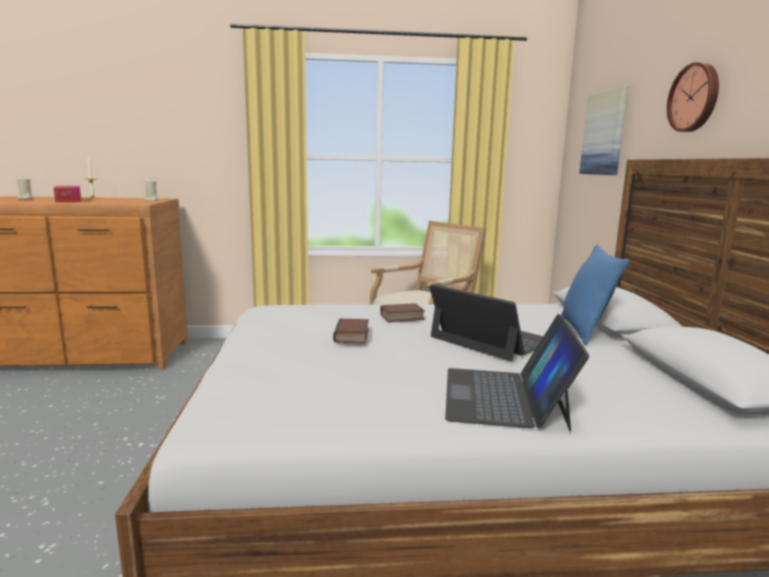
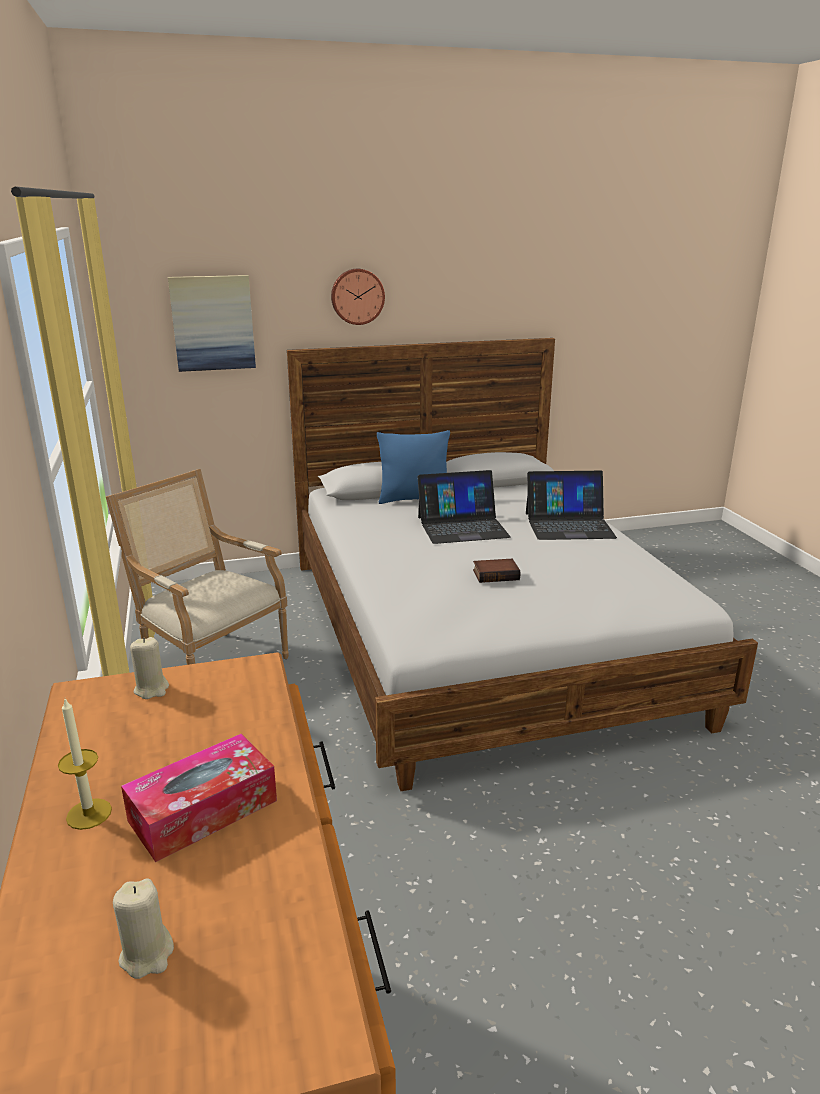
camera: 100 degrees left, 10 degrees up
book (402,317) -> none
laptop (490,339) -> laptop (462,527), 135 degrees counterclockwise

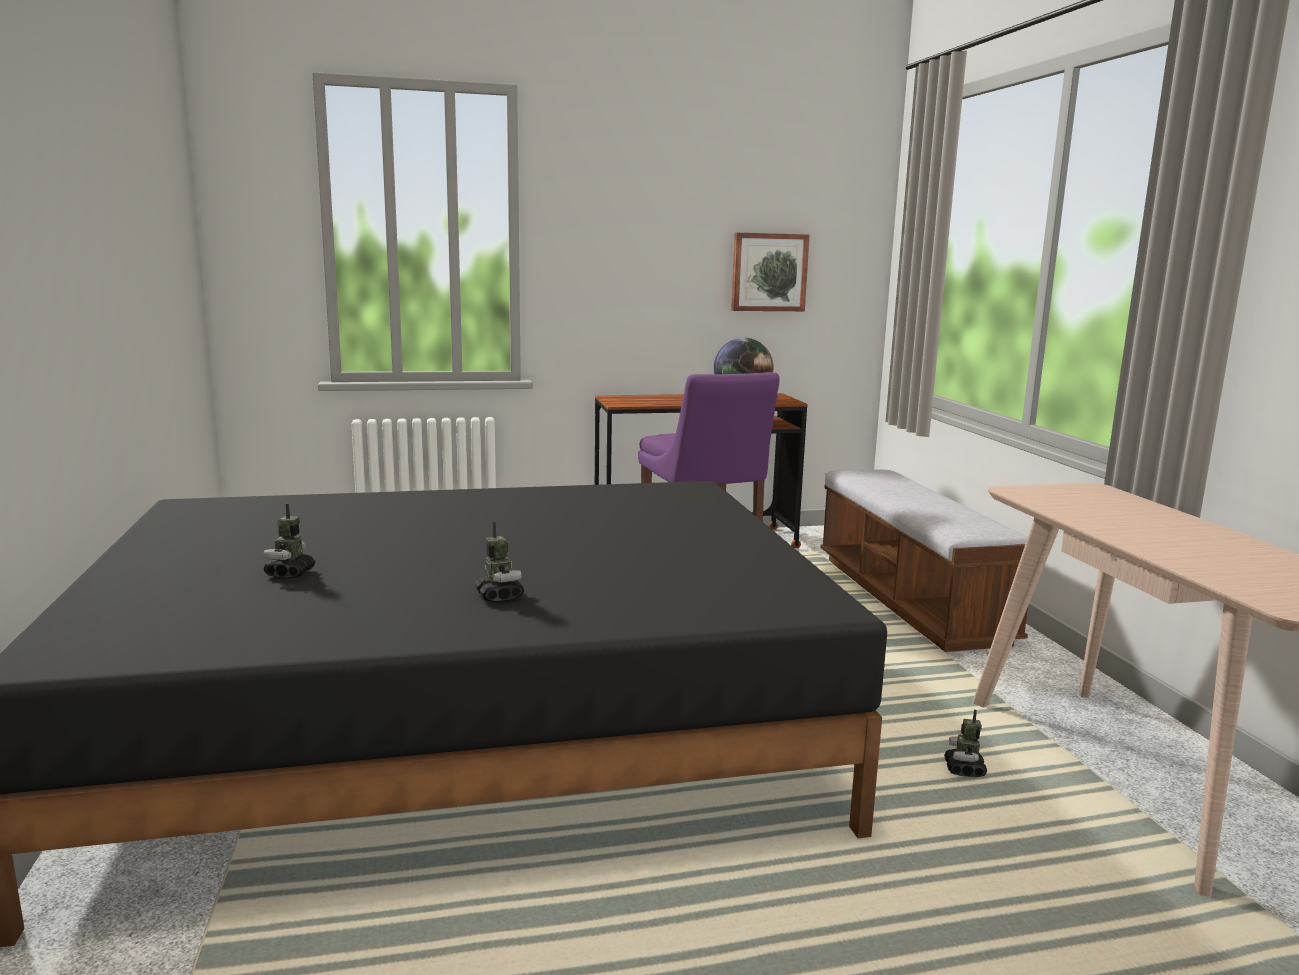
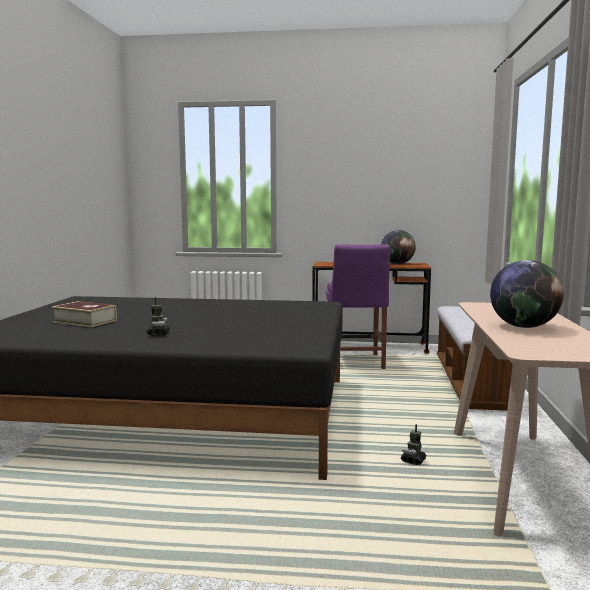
camera: 20 degrees right, 5 degrees down
toy robot (290,573) -> book (85,321)
picture (769,272) -> none
none -> globe (523,327)

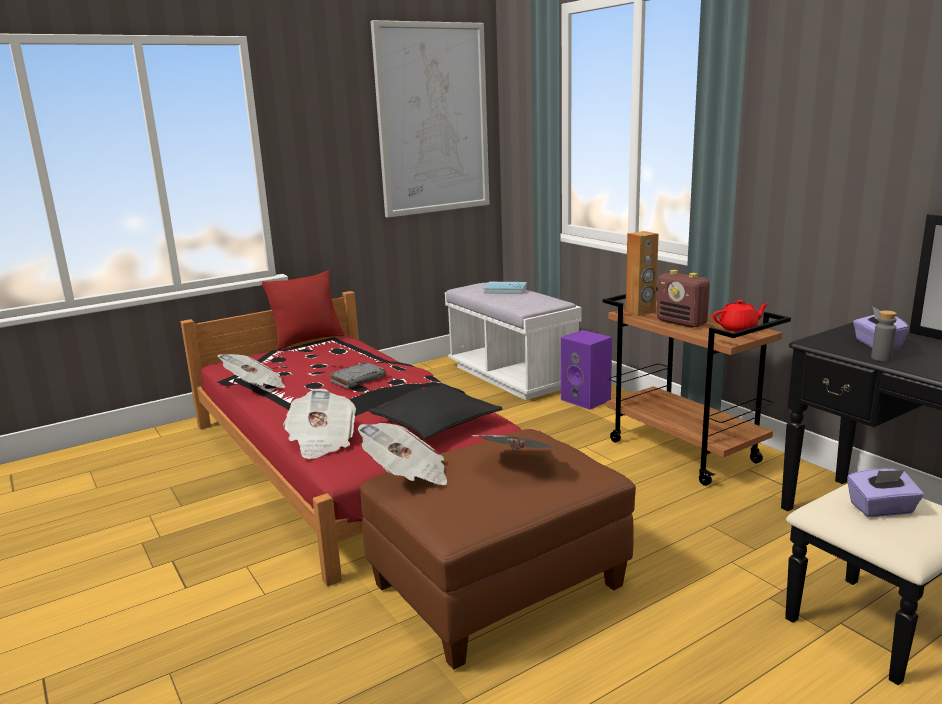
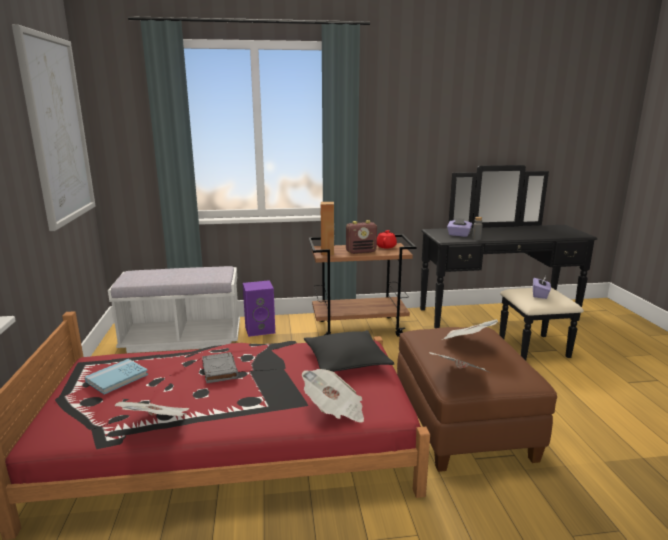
camera: 65 degrees left, 0 degrees up
red pillow (308,340) -> none
blue book (505,290) -> blue book (117,378), move

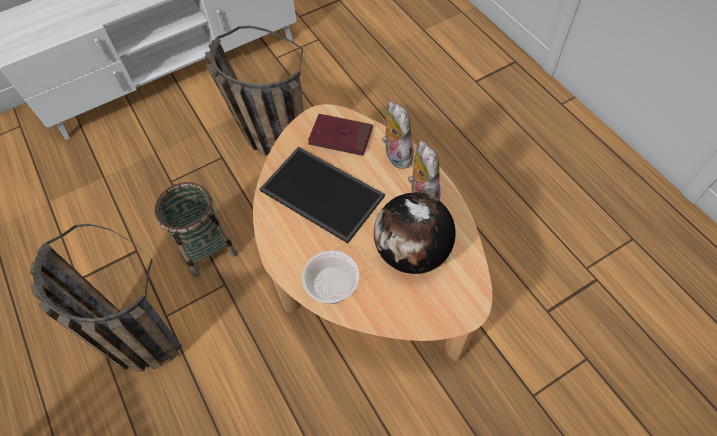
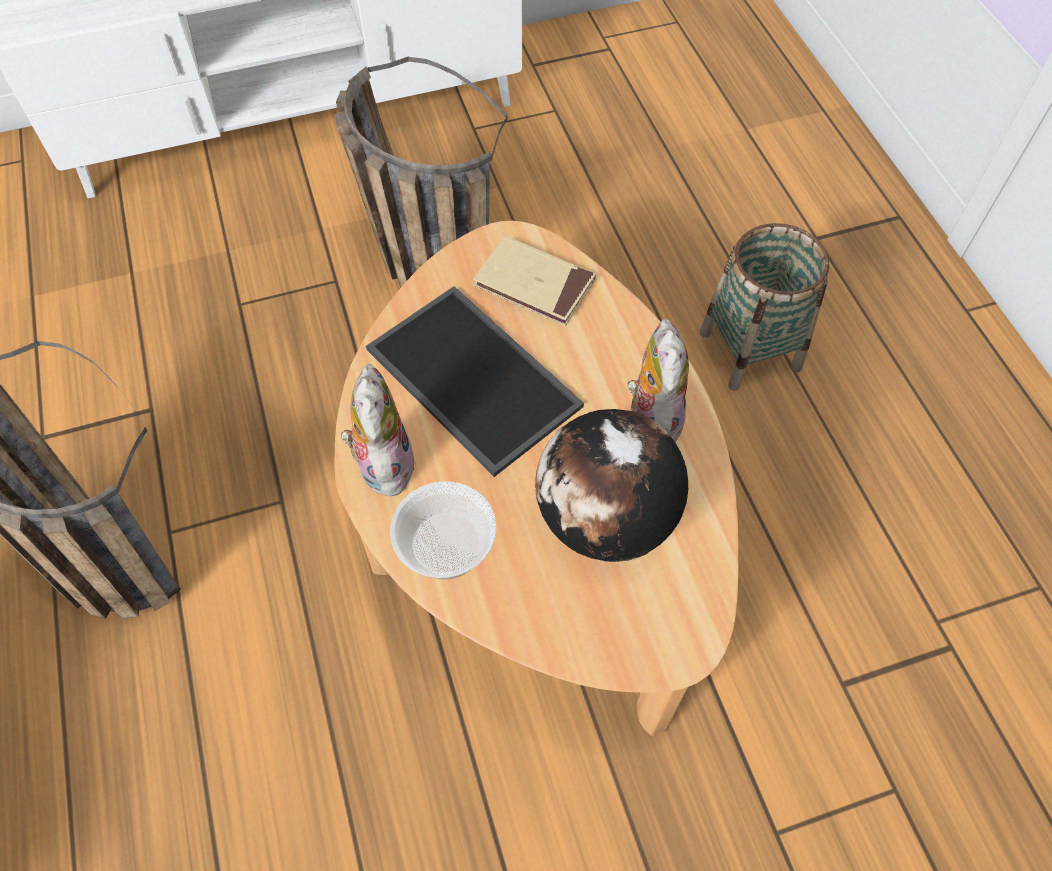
camera: 10 degrees right, 0 degrees up
basket (207,248) -> basket (750,350), move
red book (340,136) -> beige book (534,284)
plush toy (396,155) -> plush toy (383,463), move

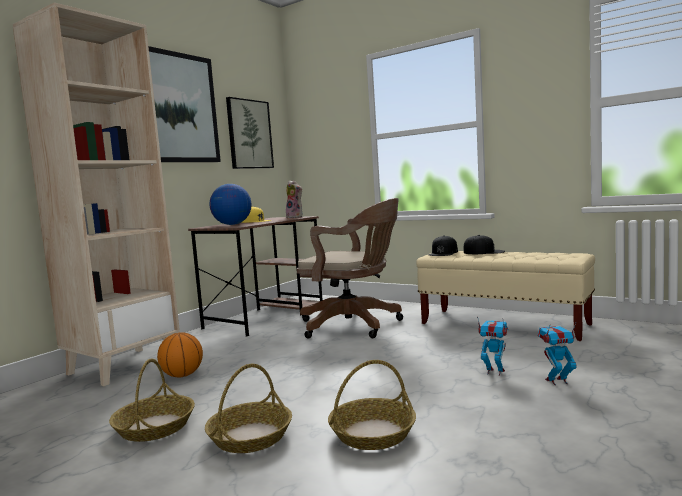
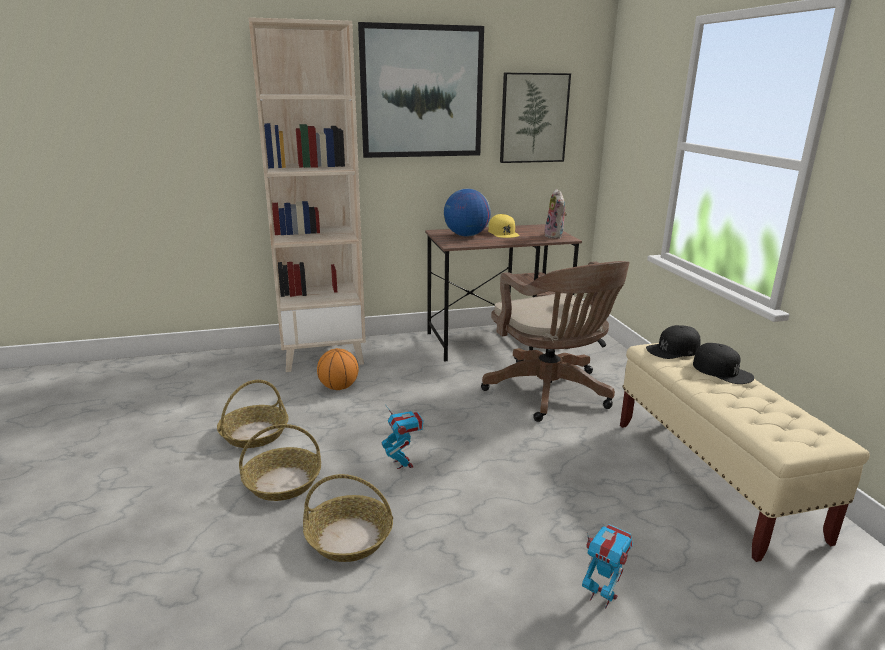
camera: 40 degrees right, 15 degrees up
toy robot (494,372) -> toy robot (403,463), move

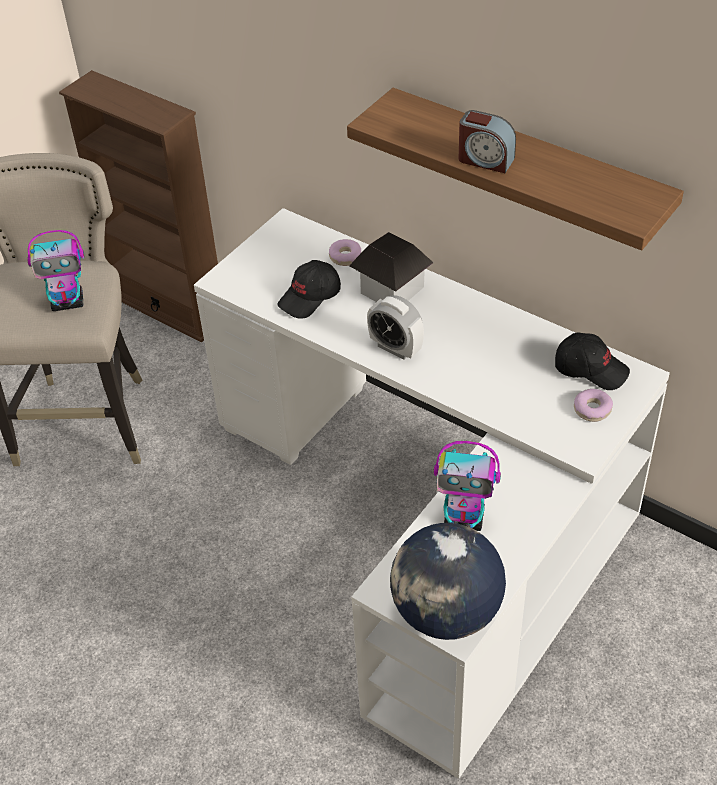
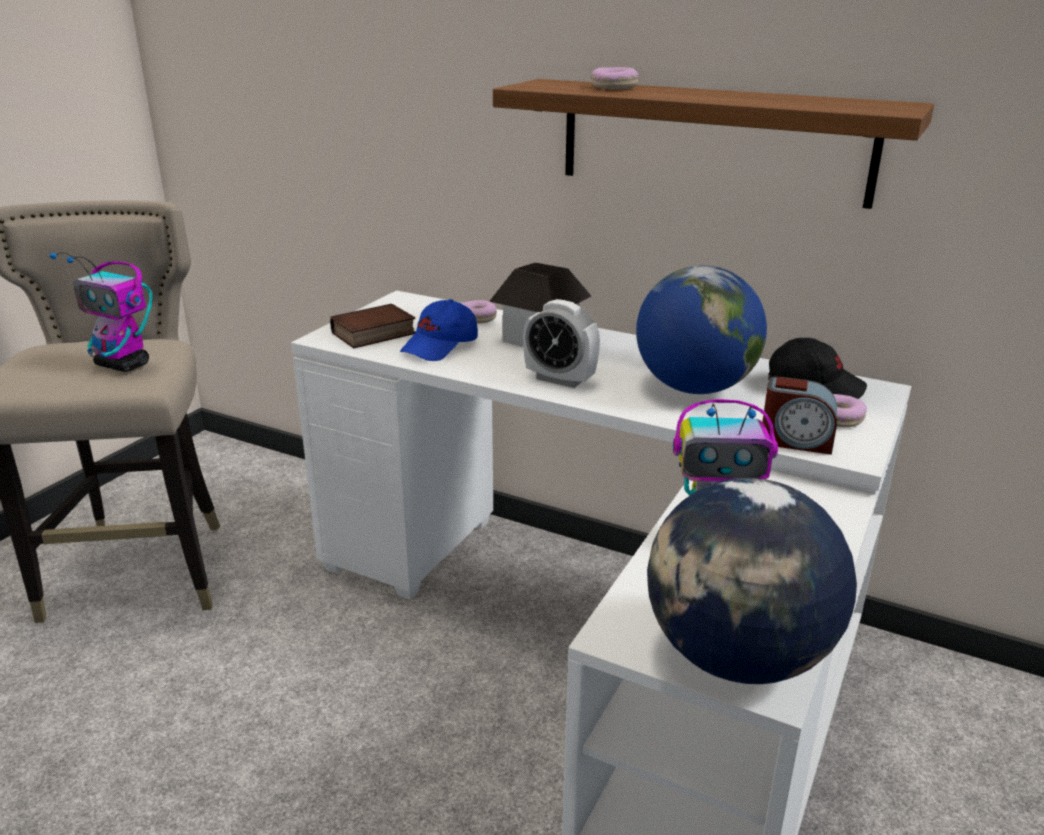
camera: 10 degrees left, 20 degrees down
toy robot (68,302) -> toy robot (123,365), 45 degrees clockwise
brown bookcase (169,307) -> none
black cap (310,297) -> blue cap (441,346)
alarm clock (485,160) -> alarm clock (795,441), move
none -> book (373,334)
none -> donut (613,87)
none -> globe (695,388)

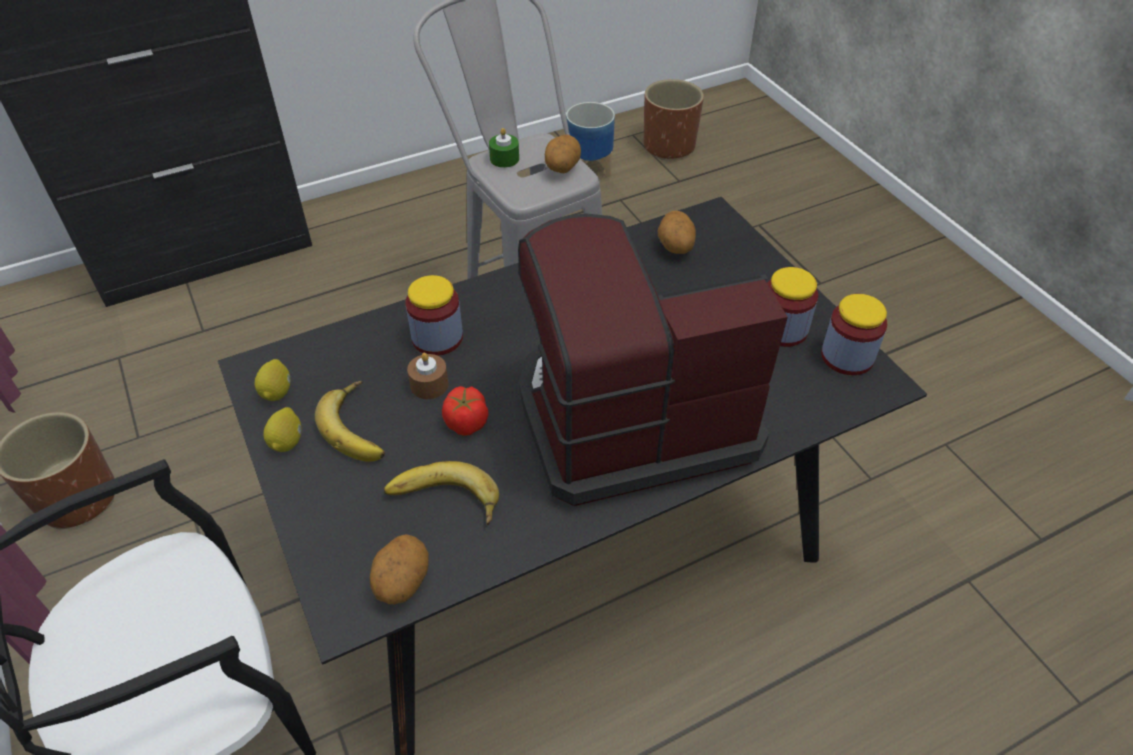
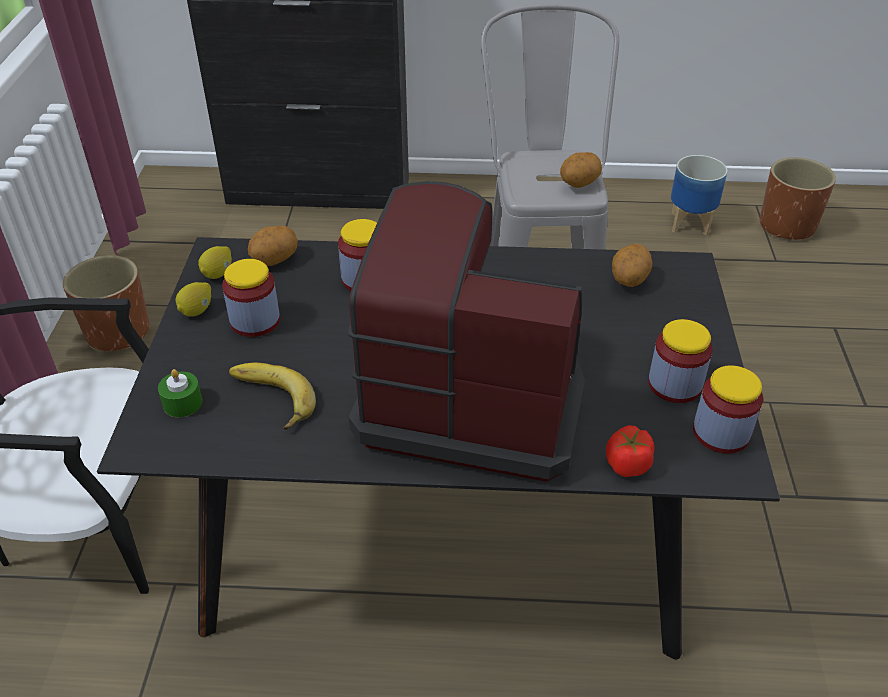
camera: 30 degrees right, 5 degrees down
banana (360,426) -> jar (255,321)
potato (402,582) -> potato (274,260), move
brown candle (429,385) -> none
tomato (466,423) -> tomato (627,464), move
green candle (504,159) -> green candle (182,403), move

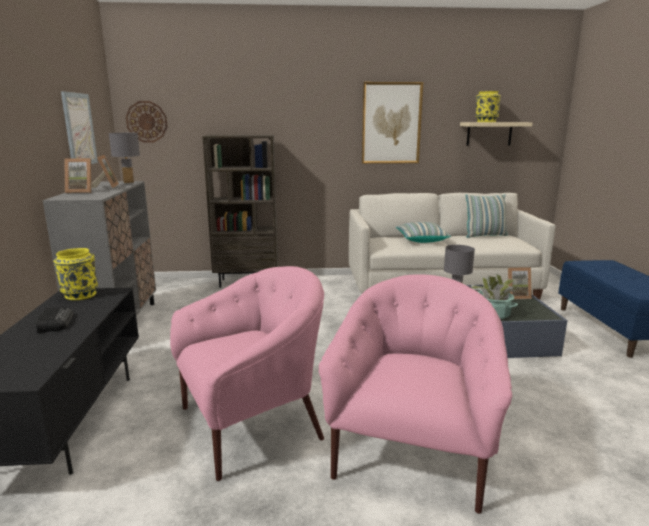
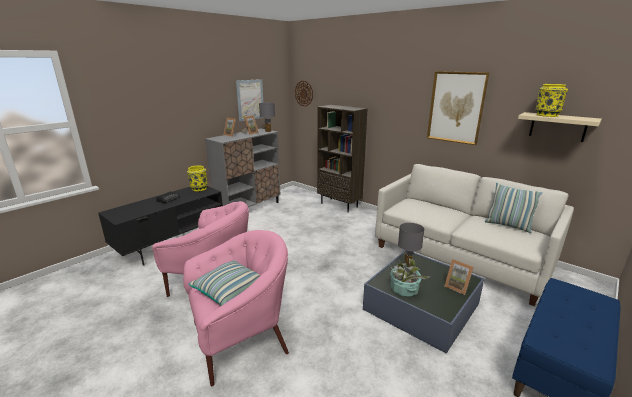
camera: 45 degrees right, 5 degrees up
pillow (421,240) -> pillow (230,290), move

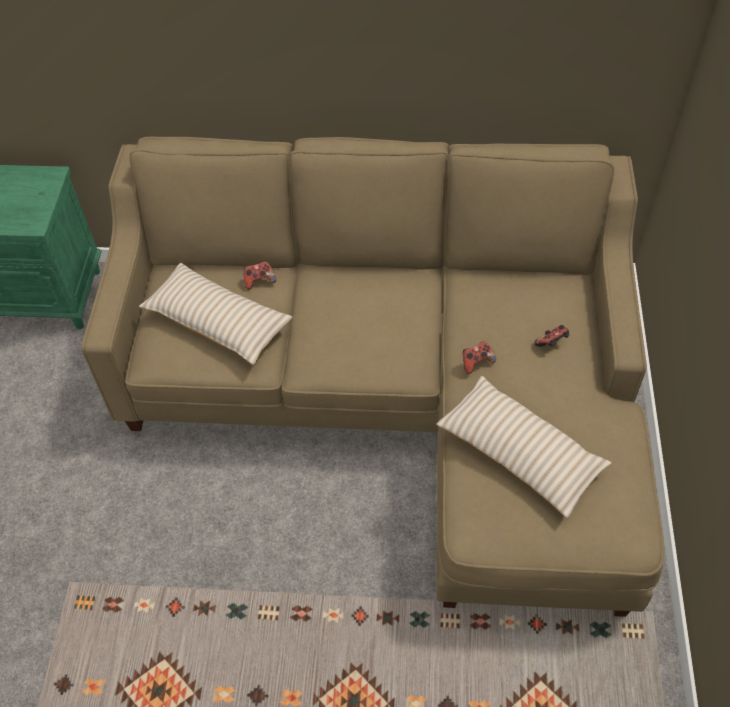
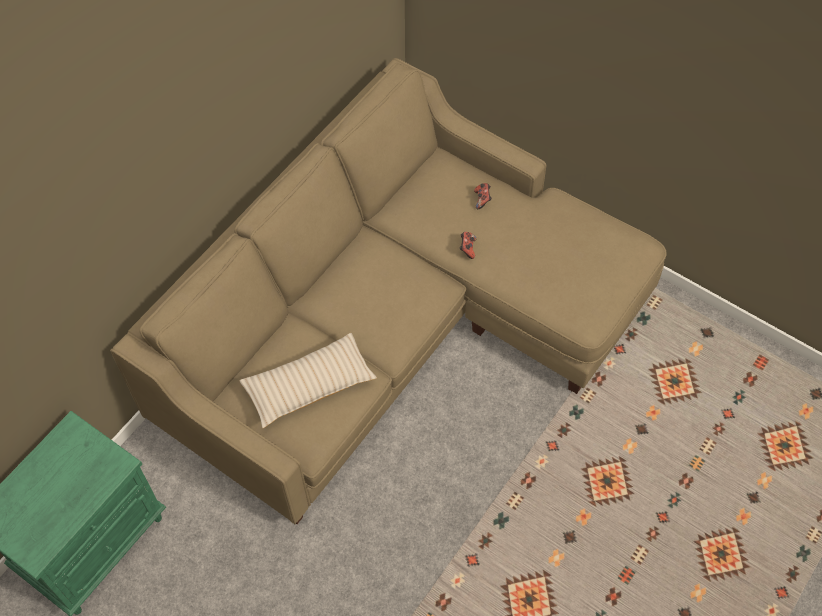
camera: 60 degrees left, 5 degrees up
game controller (259,281) -> none
beige pillow (520,453) -> none

